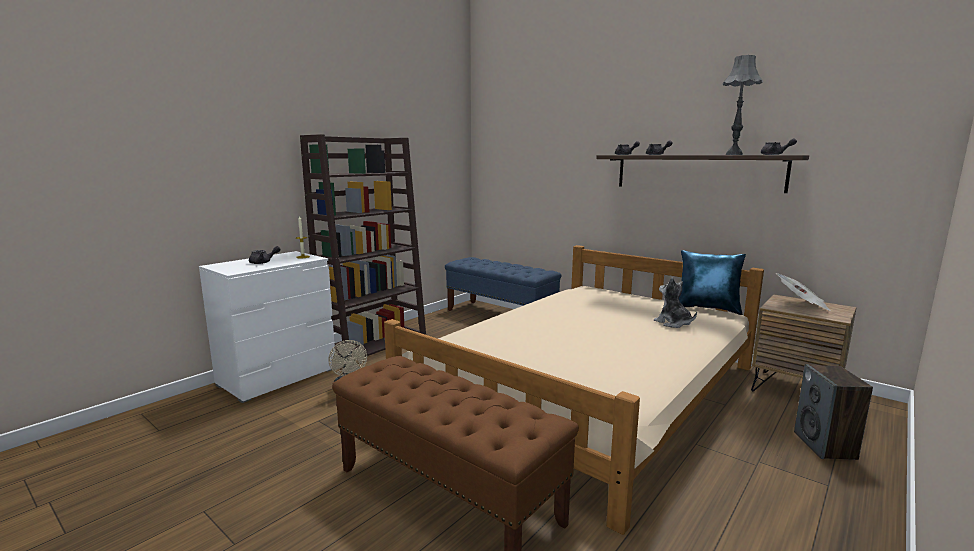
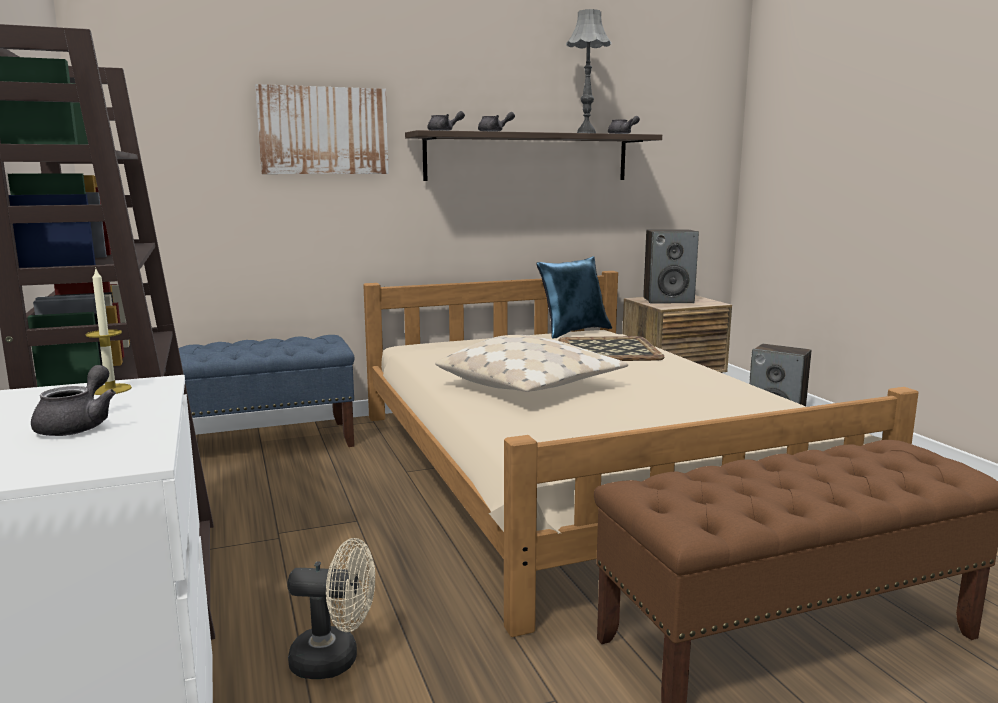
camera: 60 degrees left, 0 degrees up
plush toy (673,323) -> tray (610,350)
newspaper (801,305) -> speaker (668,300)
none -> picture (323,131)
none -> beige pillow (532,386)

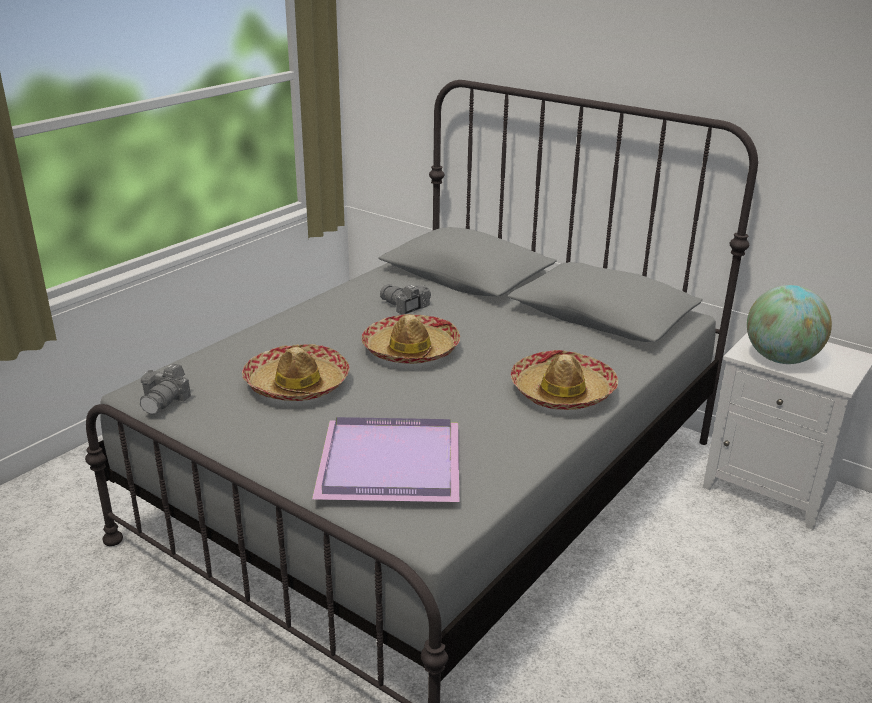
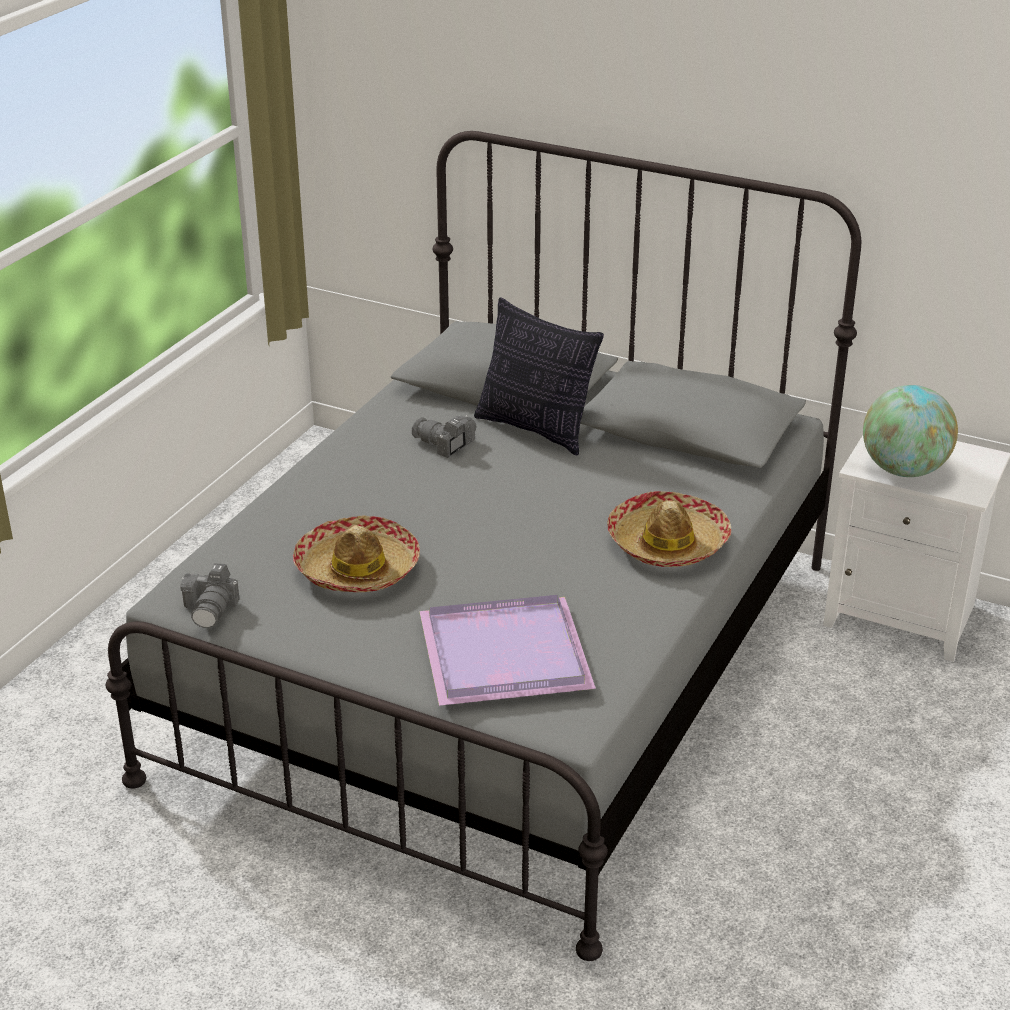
camera: 10 degrees left, 5 degrees up
hat (410,350) -> none
none -> pillow (536,429)

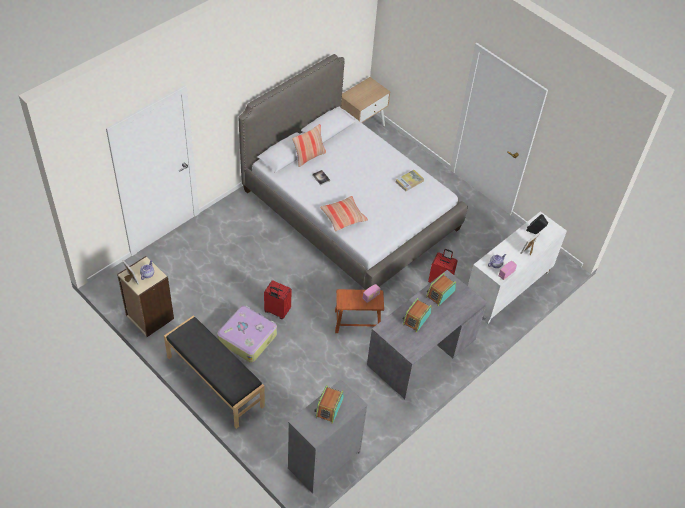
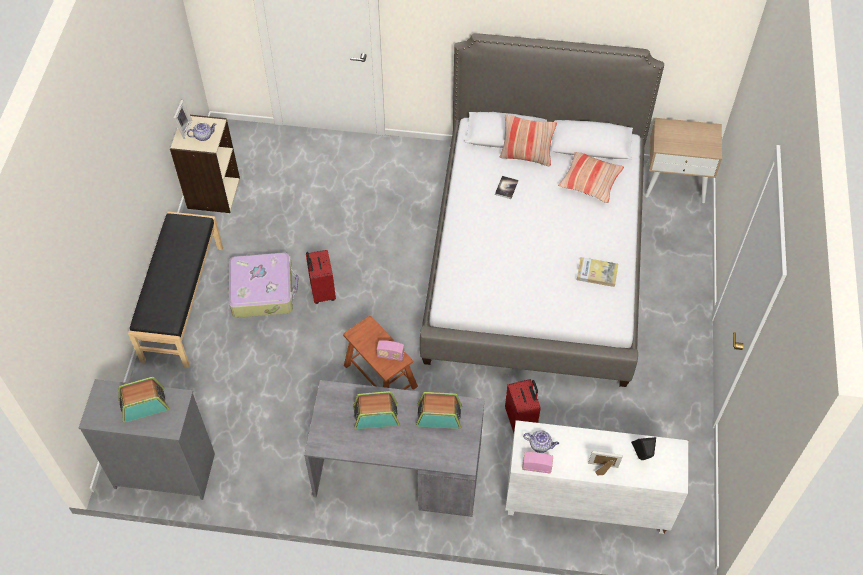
camera: 55 degrees right, 5 degrees up
pillow (343,217) -> pillow (590,181), move

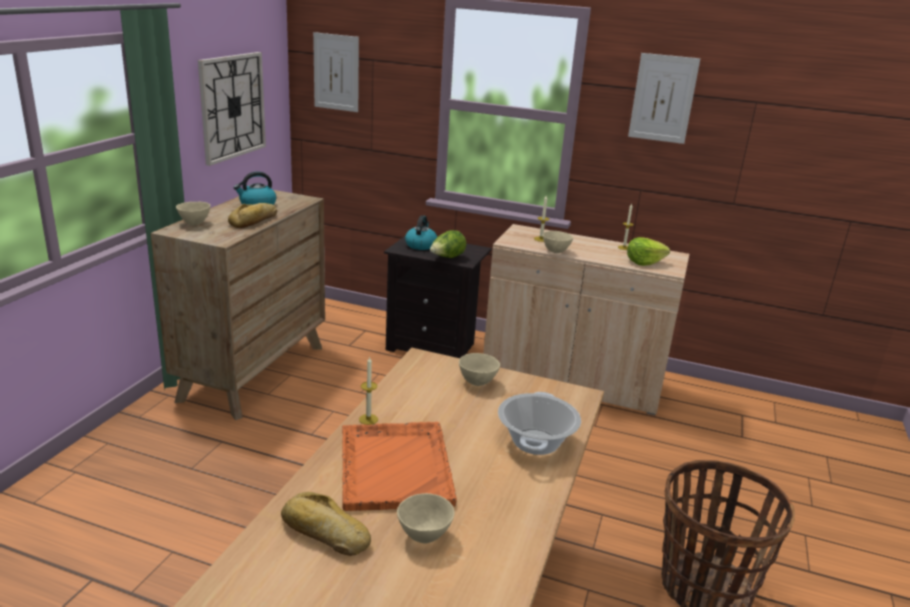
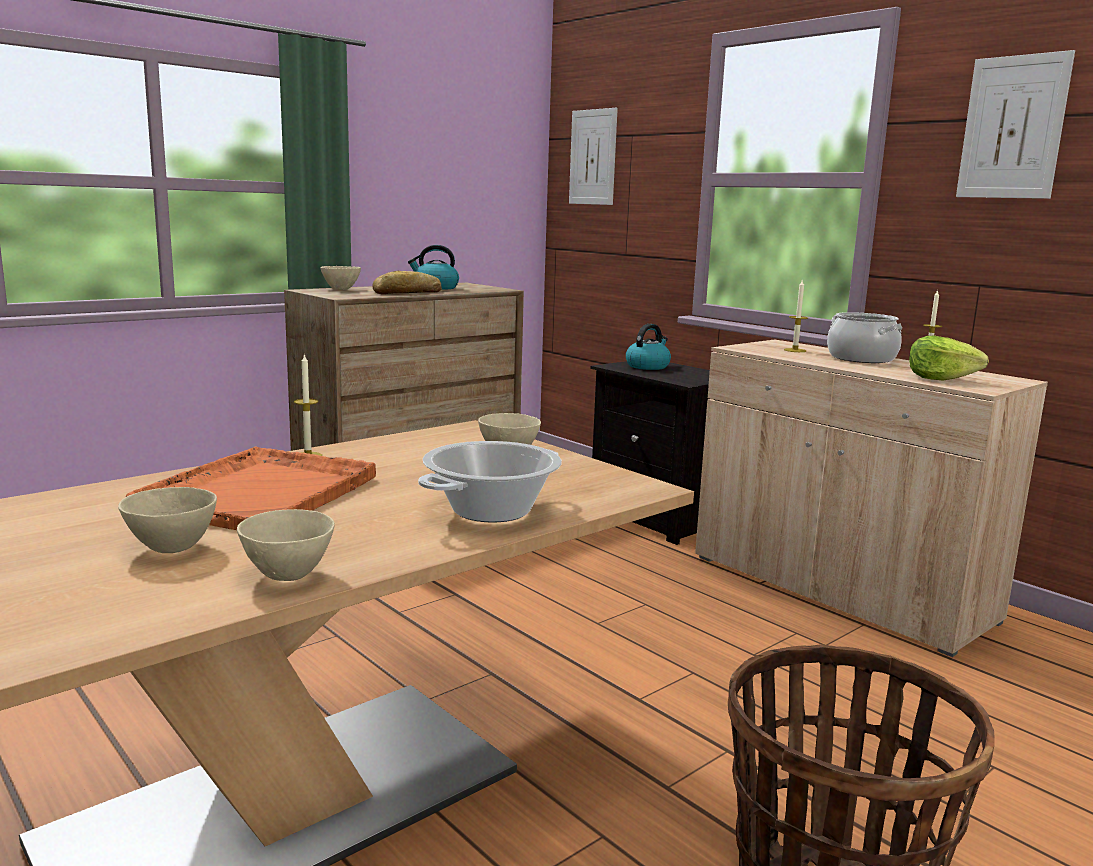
camera: 30 degrees right, 10 degrees down
wall clock (232,106) -> none
bread (324,532) -> none
lettuce (447,258) -> none
beige bowl (556,251) -> beige bowl (289,575), move
none -> cooking pot (862,358)

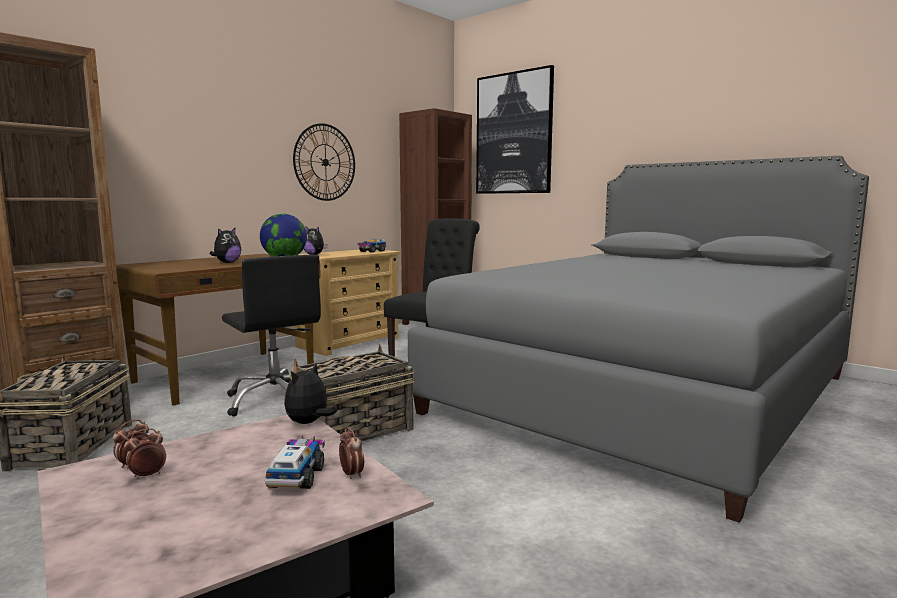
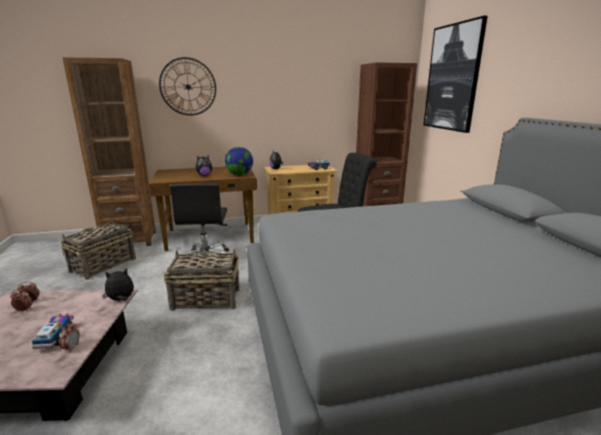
camera: 35 degrees right, 10 degrees up
toy truck (297,476) -> toy truck (56,337), 45 degrees counterclockwise
wall clock (325,162) -> wall clock (188,87), move

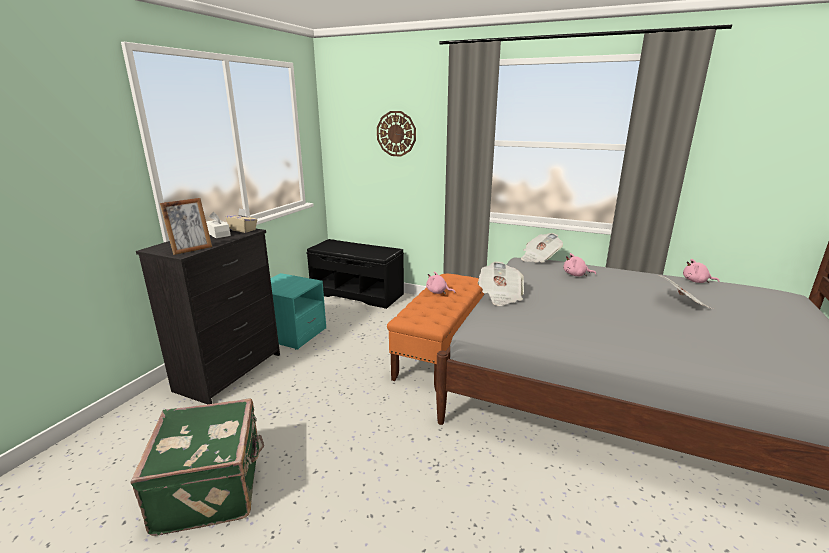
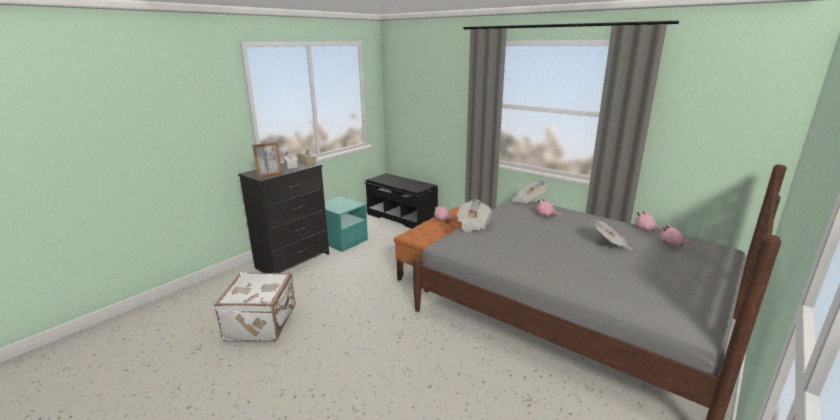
camera: 15 degrees right, 0 degrees up
green suitcase (213,487) -> white suitcase (262,323)
wall clock (396,133) -> none
none -> pink plush toy (672,244)

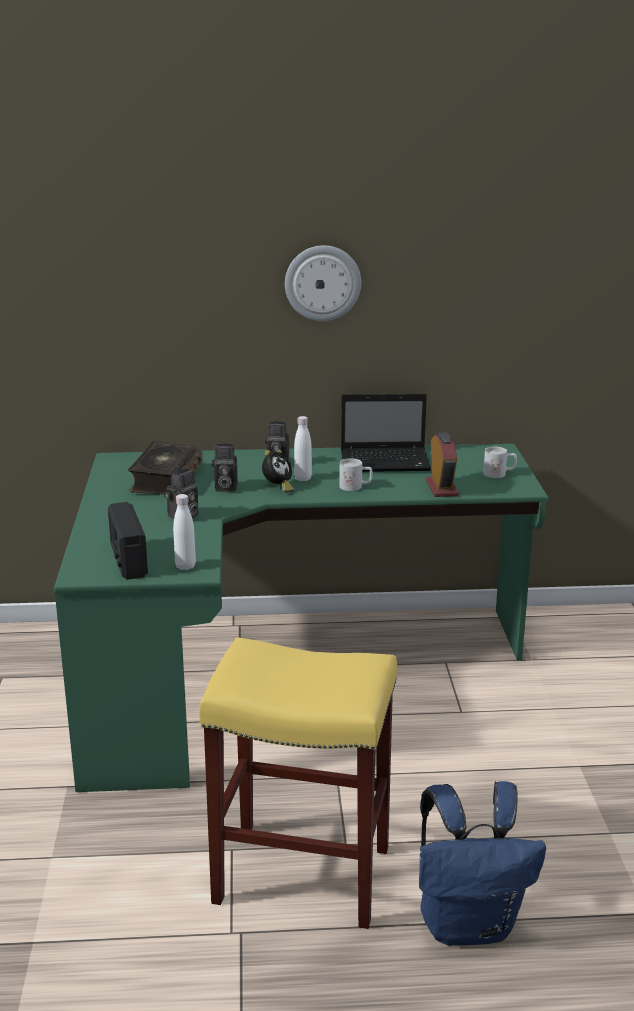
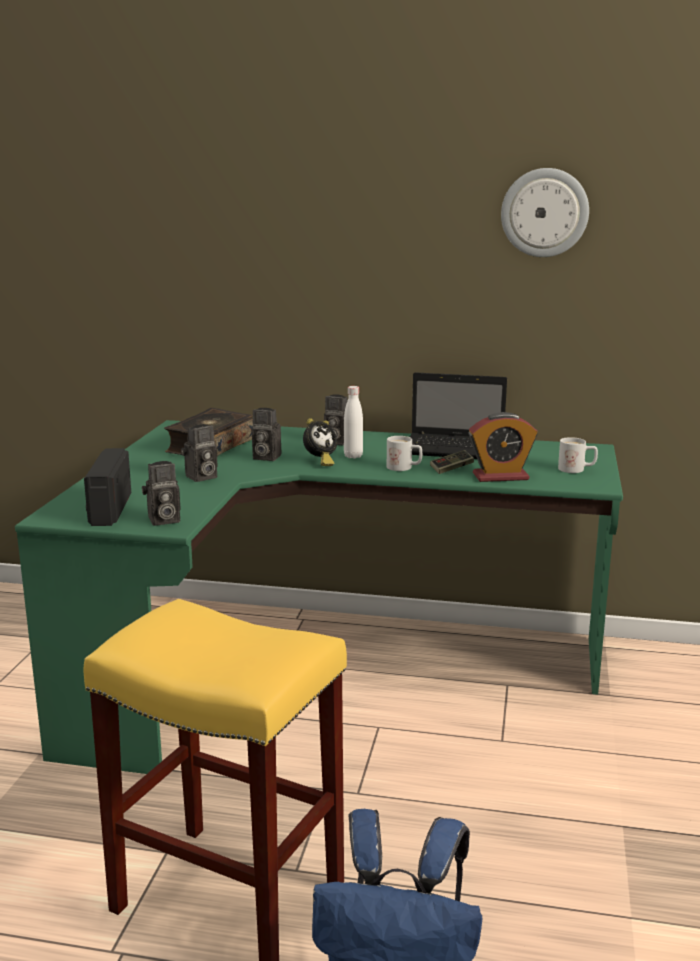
camera: 15 degrees right, 5 degrees down
white bottle (185,566) -> photo camera (162,520)
wall clock (322,283) -> wall clock (544,213), move
alarm clock (441,488) -> alarm clock (500,476), 75 degrees clockwise
none -> game controller (451,469)

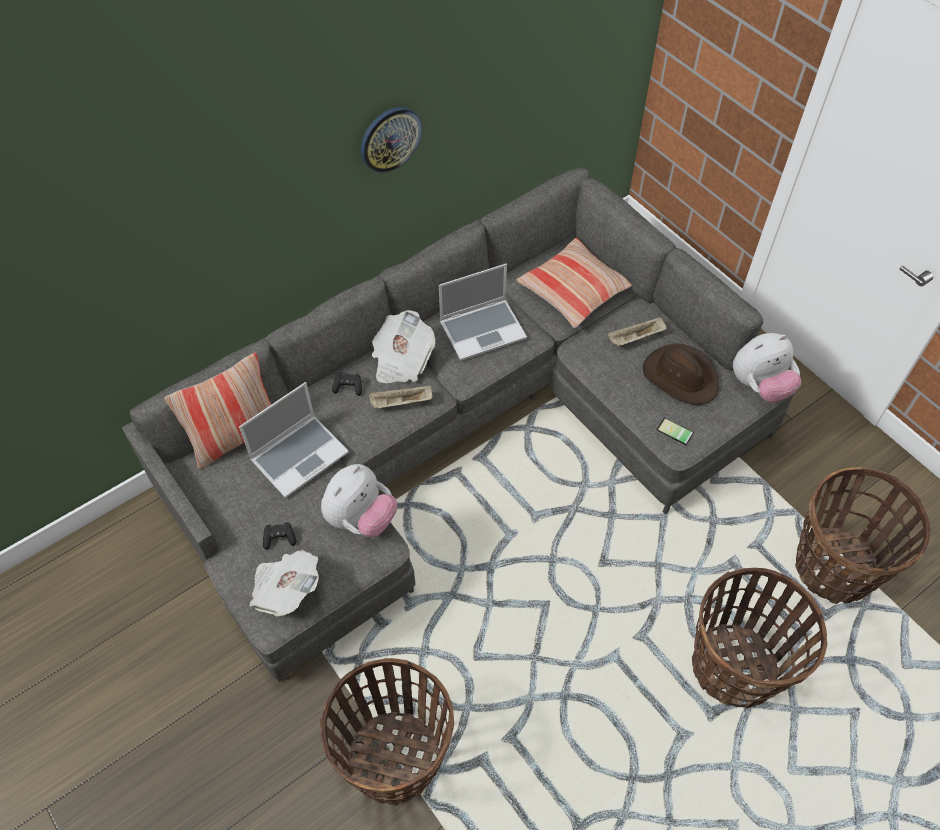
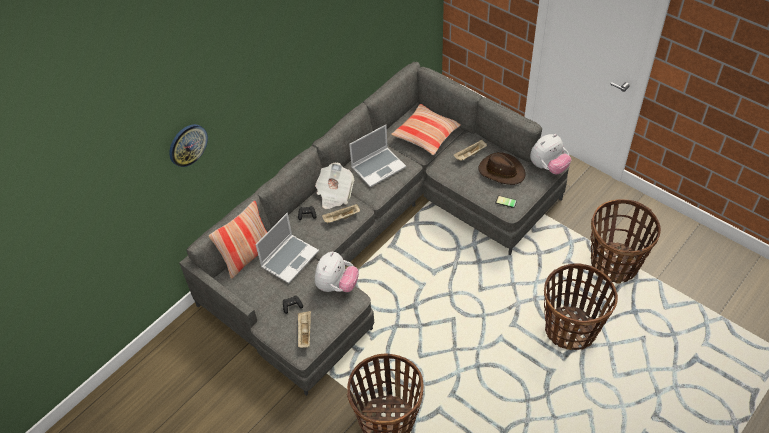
camera: 10 degrees left, 5 degrees down
newspaper (286,589) -> beige tray (304,332)
wall clock (390,138) -> wall clock (187,145), move

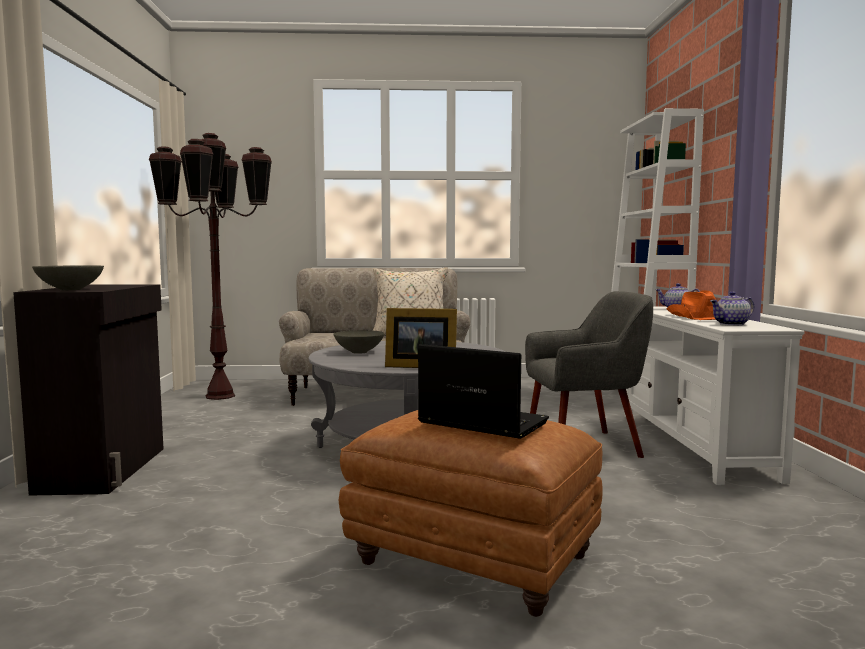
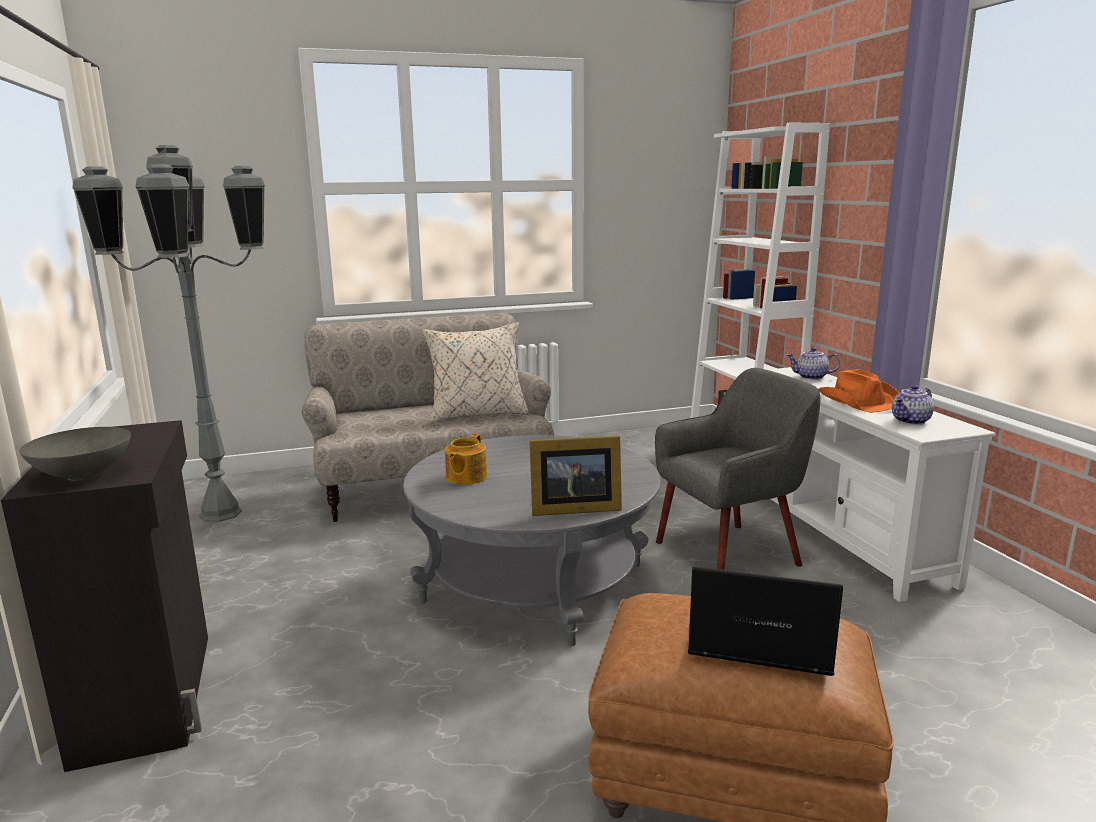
camera: 15 degrees left, 10 degrees up
brown floor lamp (221,396) -> grey floor lamp (221,513)
grey bowl (359,352) -> teapot (465,477)

